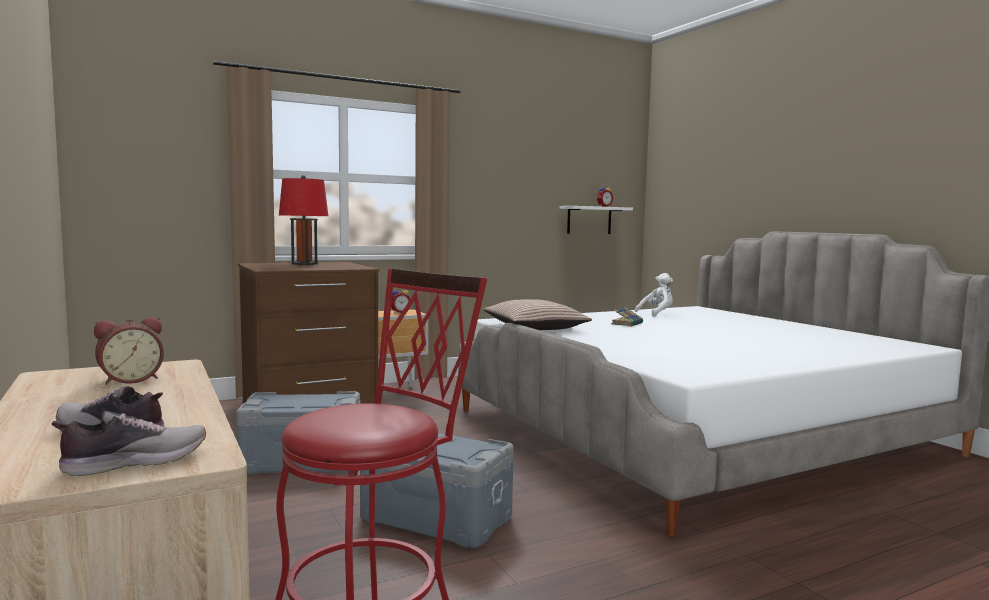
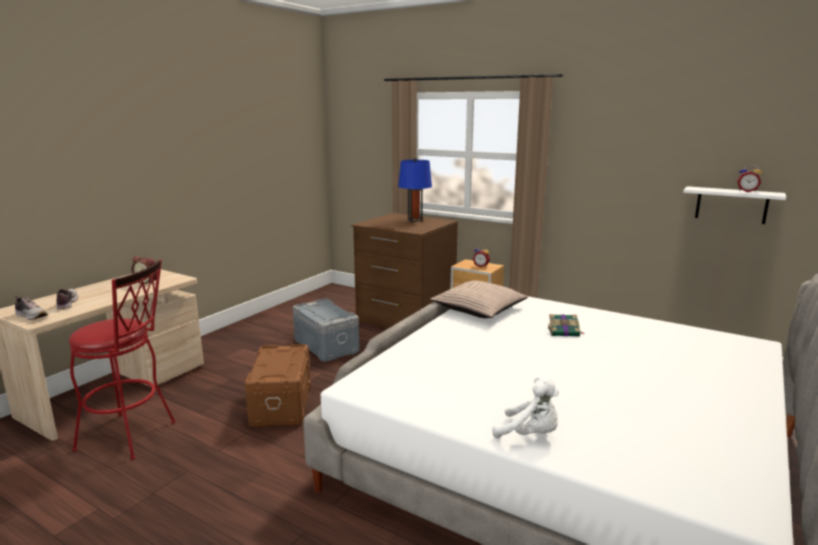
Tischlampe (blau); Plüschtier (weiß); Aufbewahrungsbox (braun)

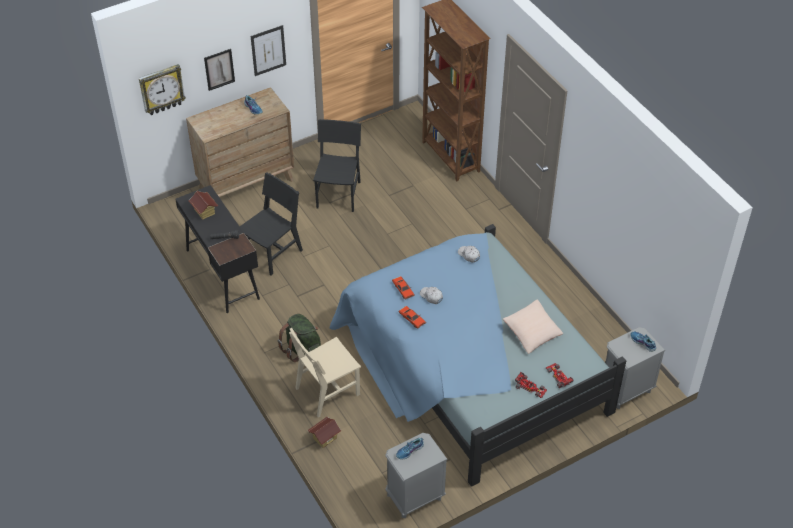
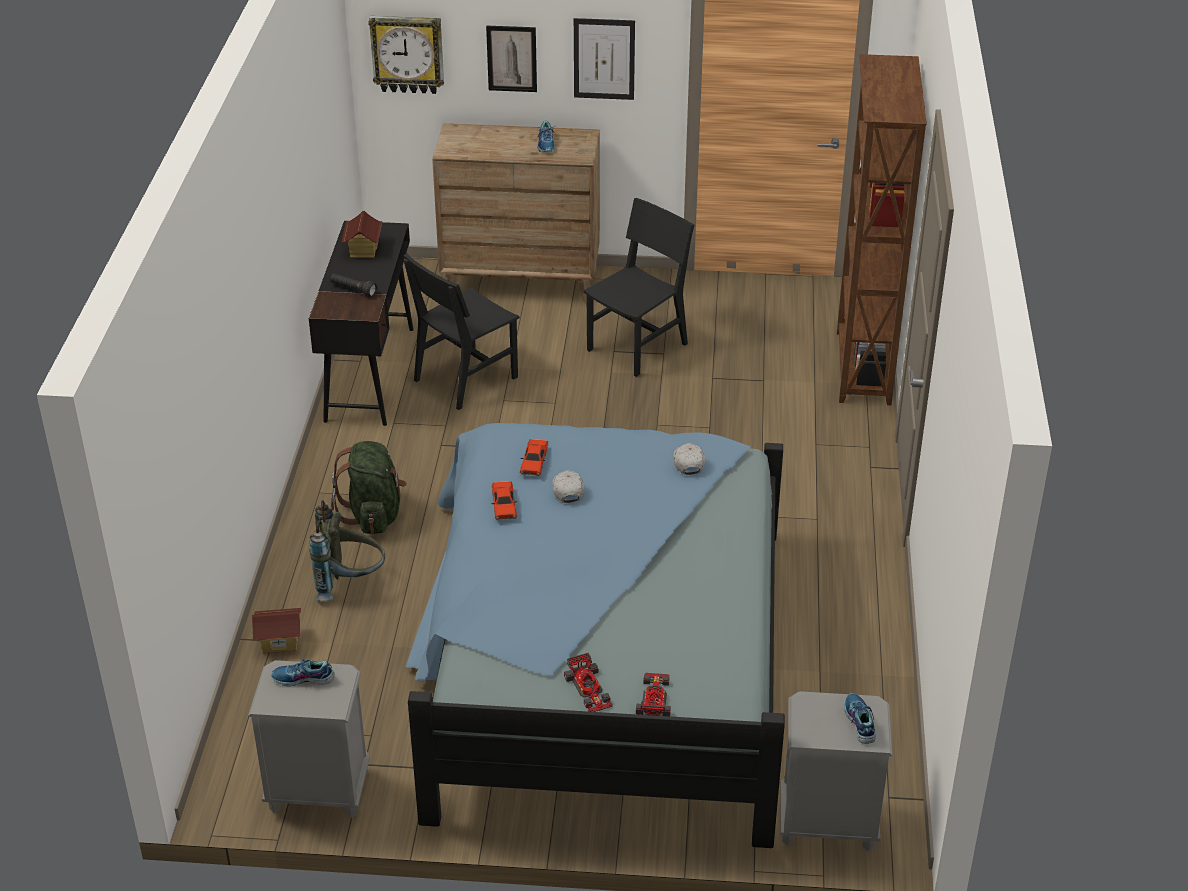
Stuhl (schwarz) (no. 1 from left); Kissen (beige); Rucksack (grau)

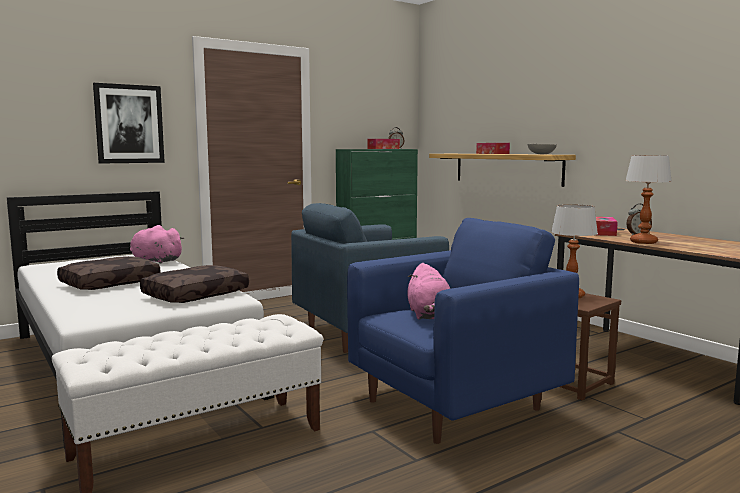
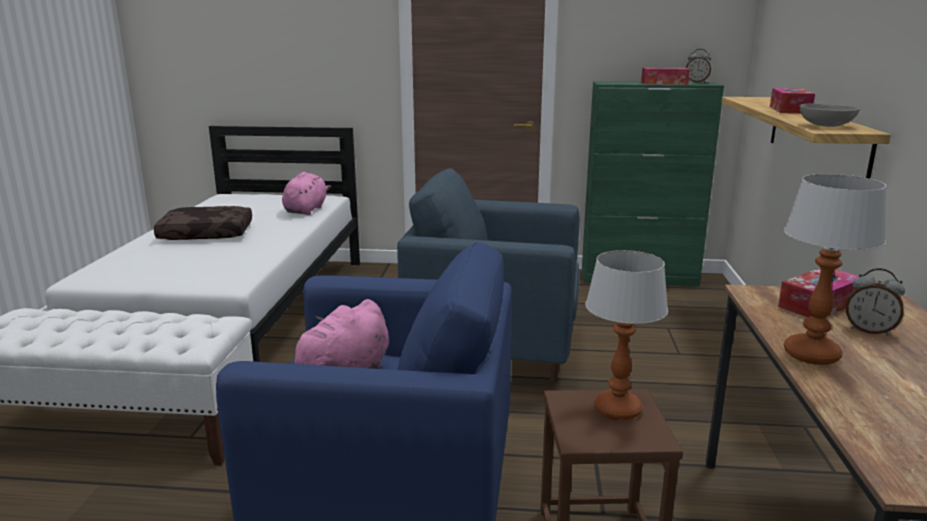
Bild; Plüschtier (rosa) (no. 1 from left); Kissen (braun) (no. 2 from left in the first image)

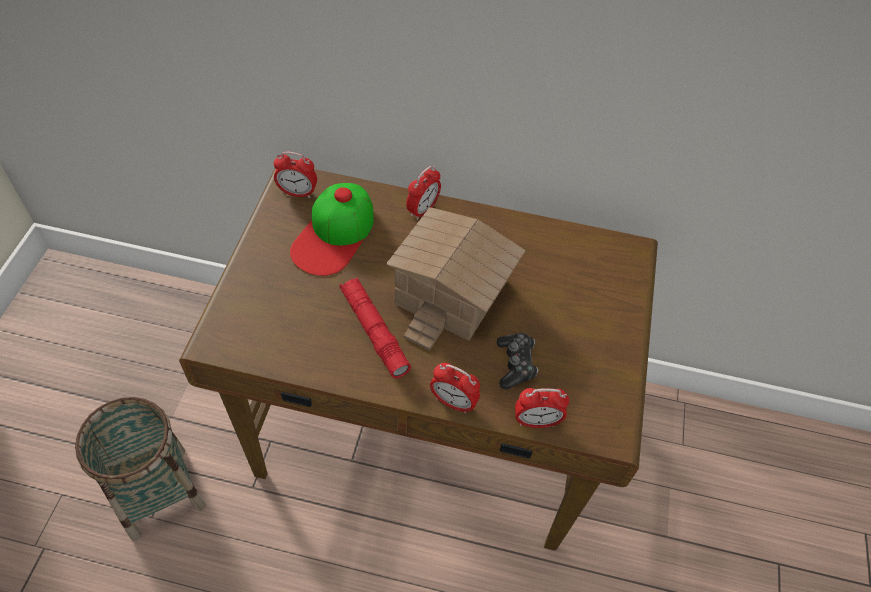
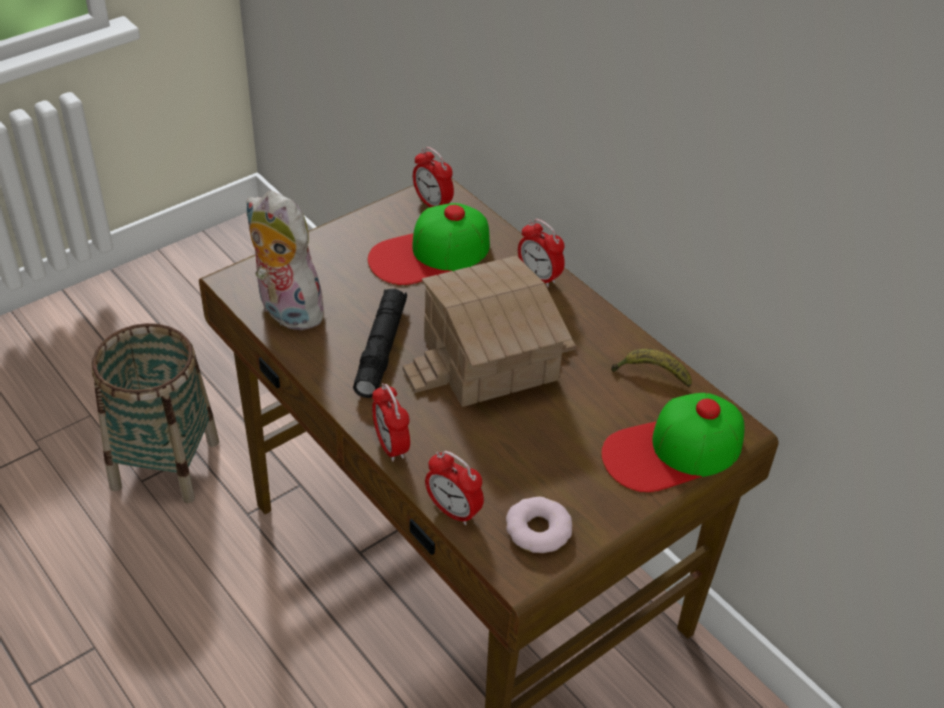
Wecker (no. 4 from left); Taschenlampe (schwarz); Gamepad; Plüschtier; Banane; Kappe (no. 2 from left); Donut

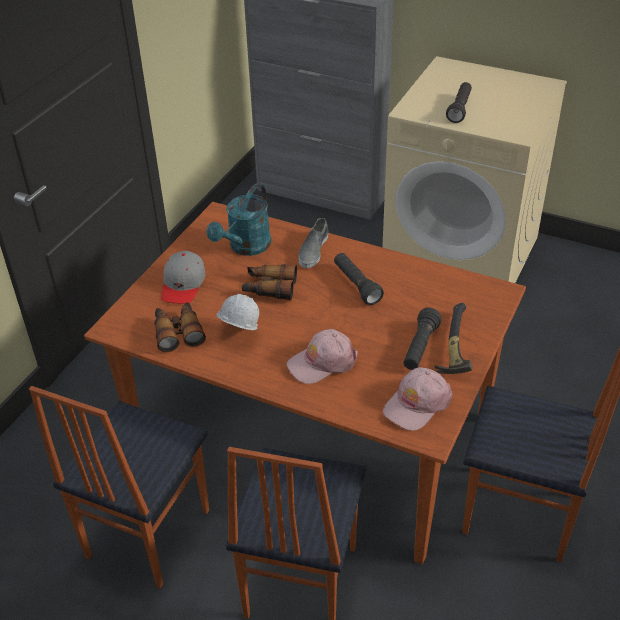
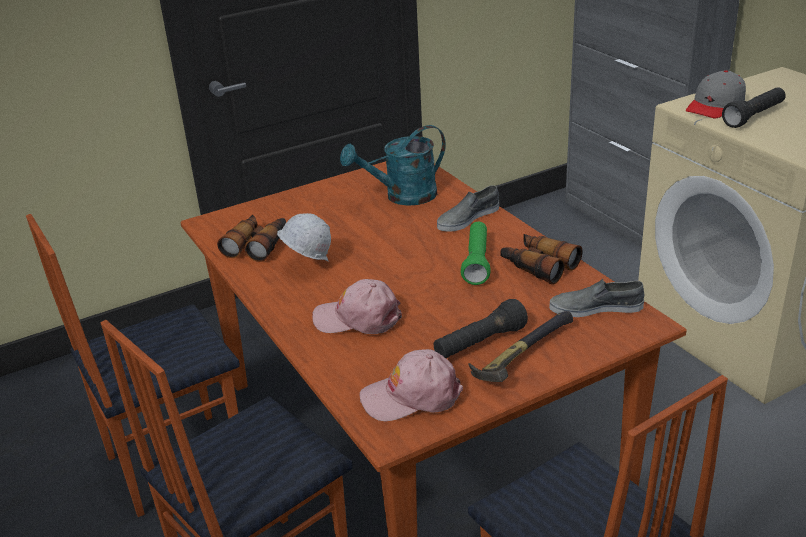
Kappe (grau); Taschenlampe (grün); Fernglas (no. 2 from left); Schuh (grau) (no. 2 from left)

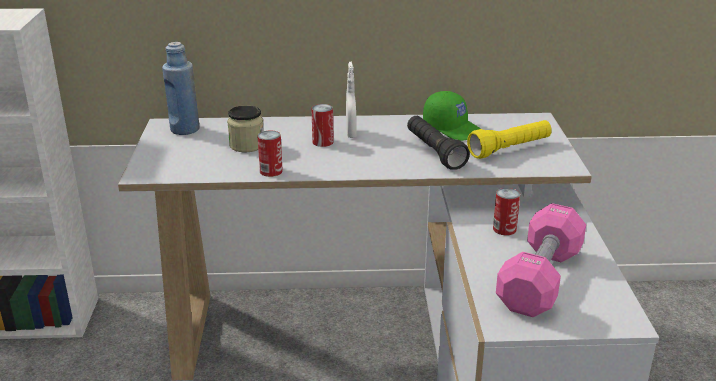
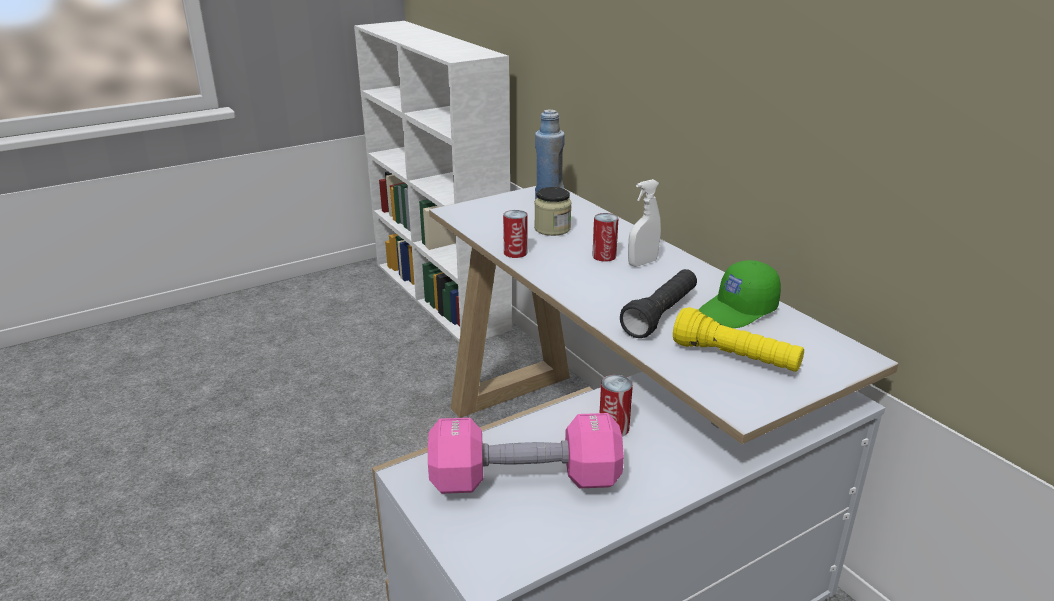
Kappe (grün)

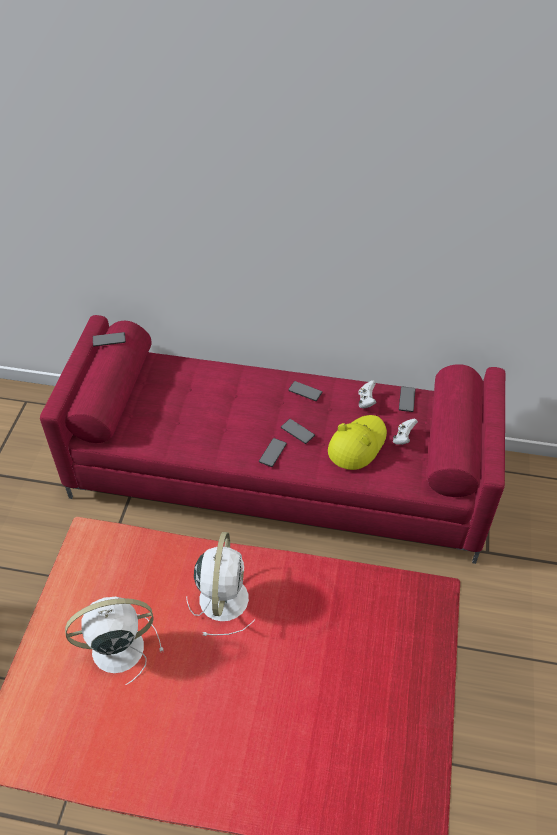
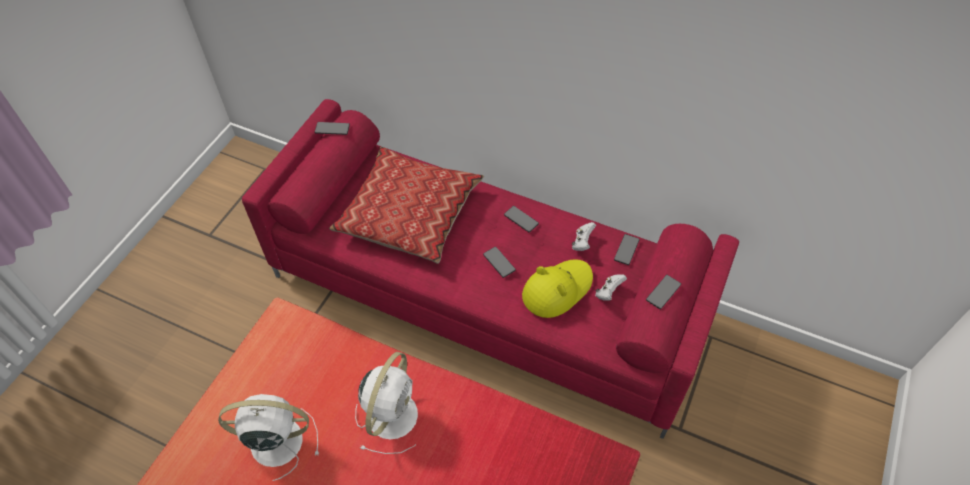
Handy (no. 5 from left); Kissen

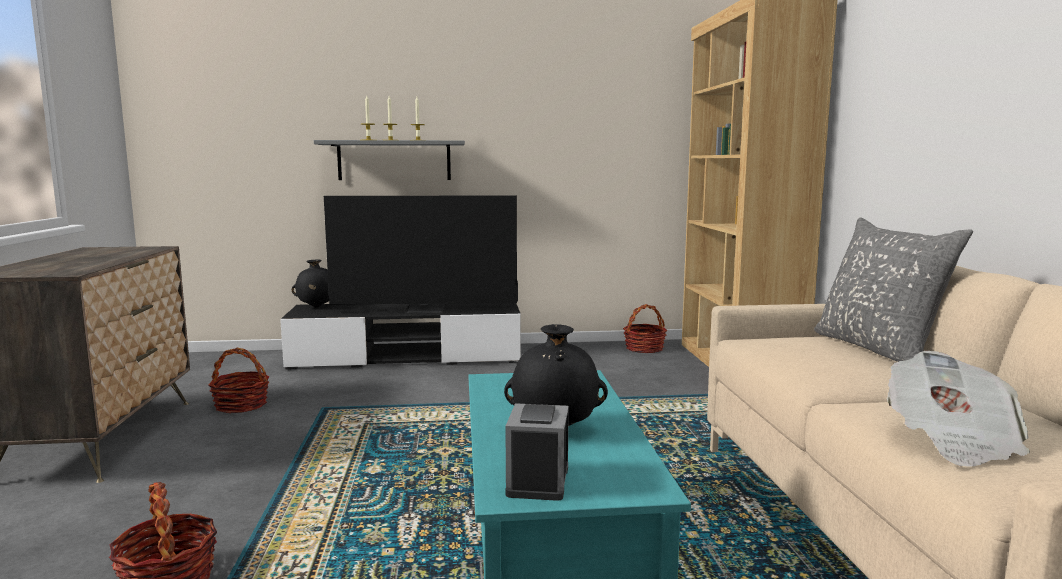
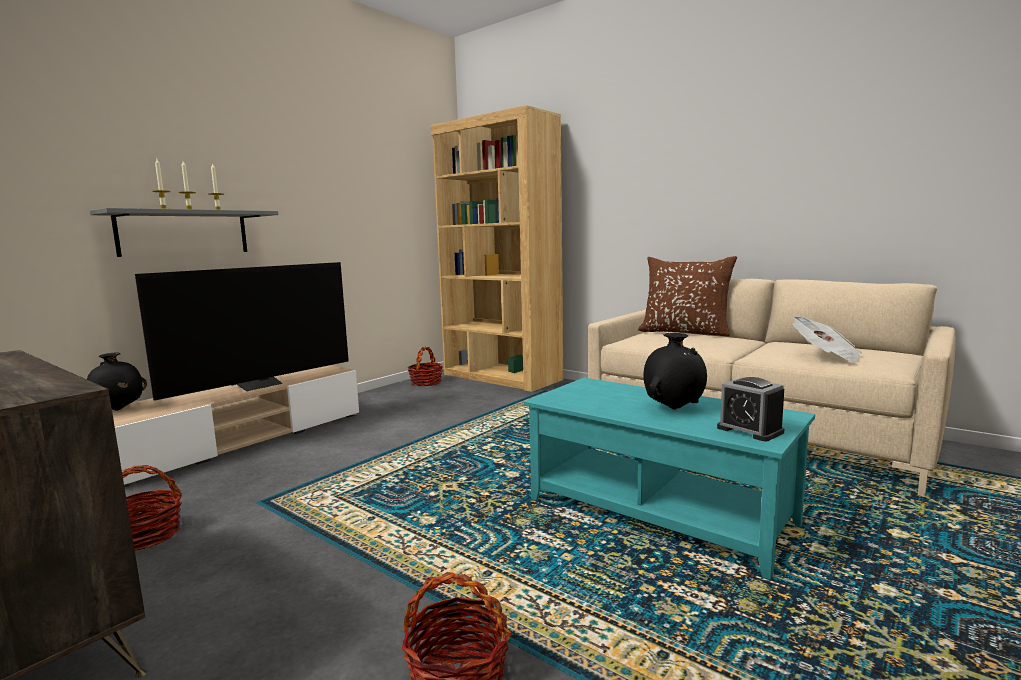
Kissen (braun); Fernsehschrank (beige)

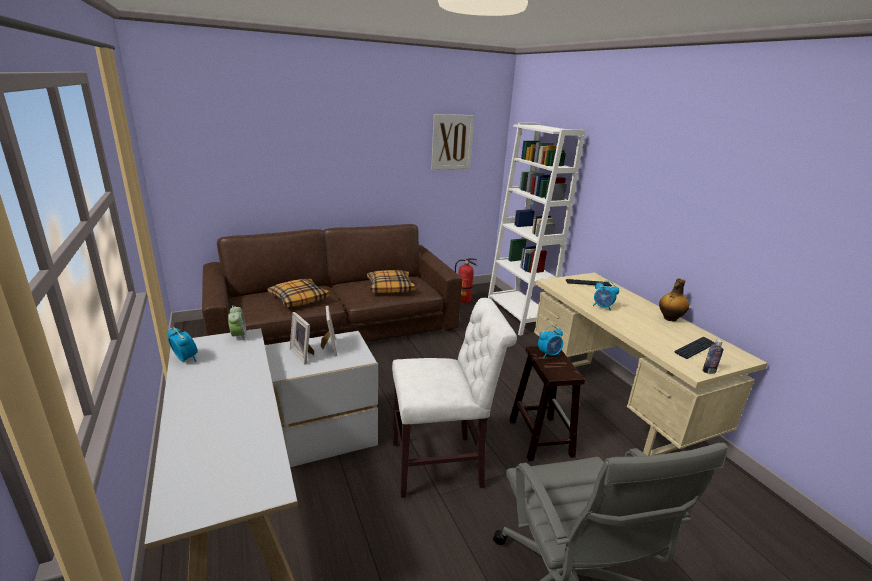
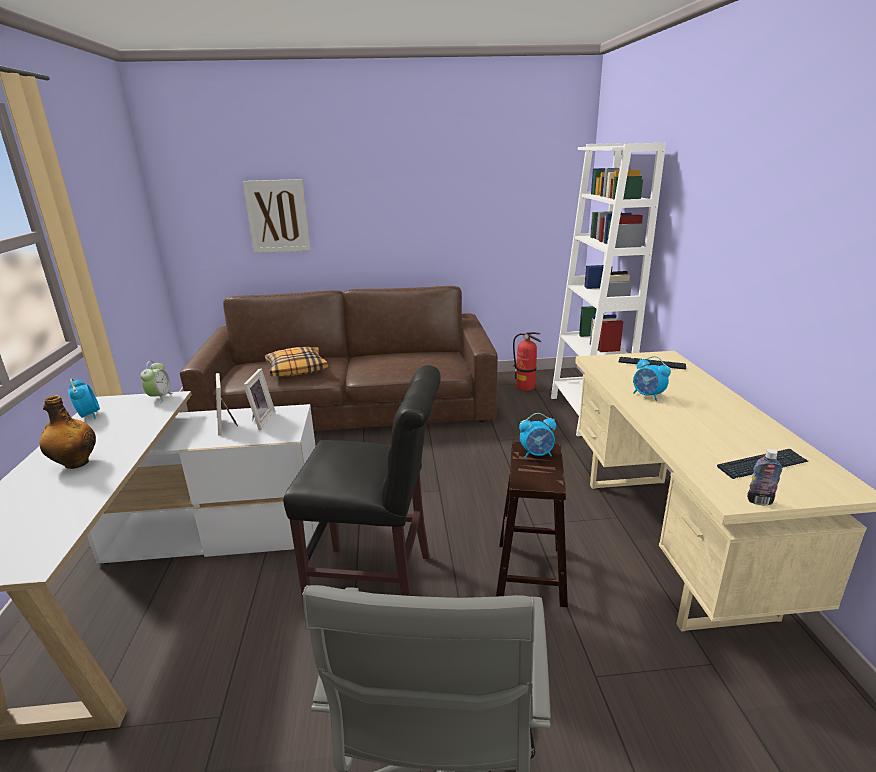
Bild; Kissen (no. 2 from left in the first image); Flasche (no. 1 from left); Stuhl (schwarz)

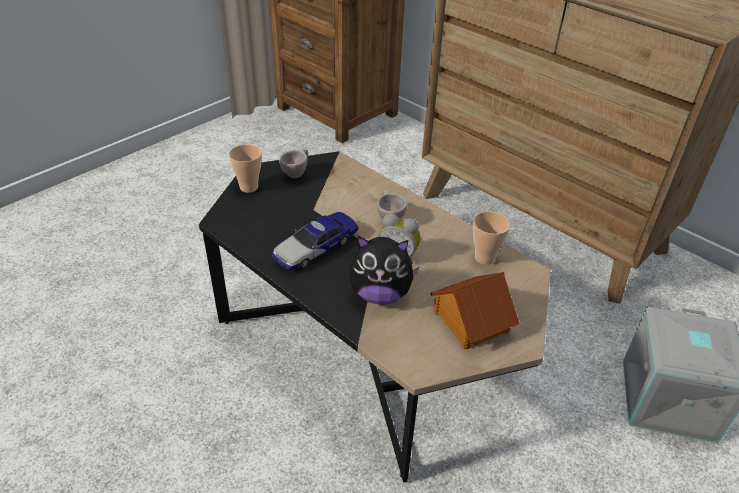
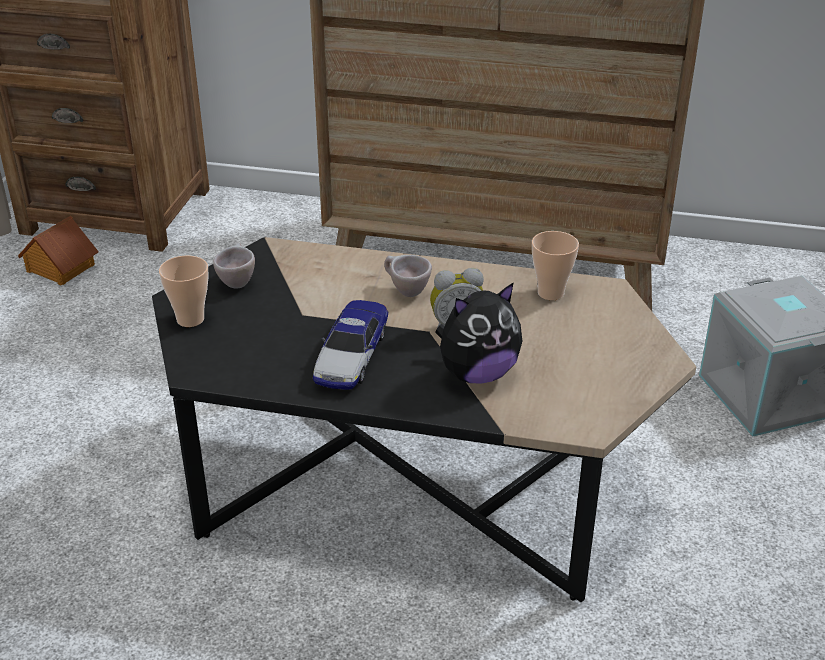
Spielzeughaus

